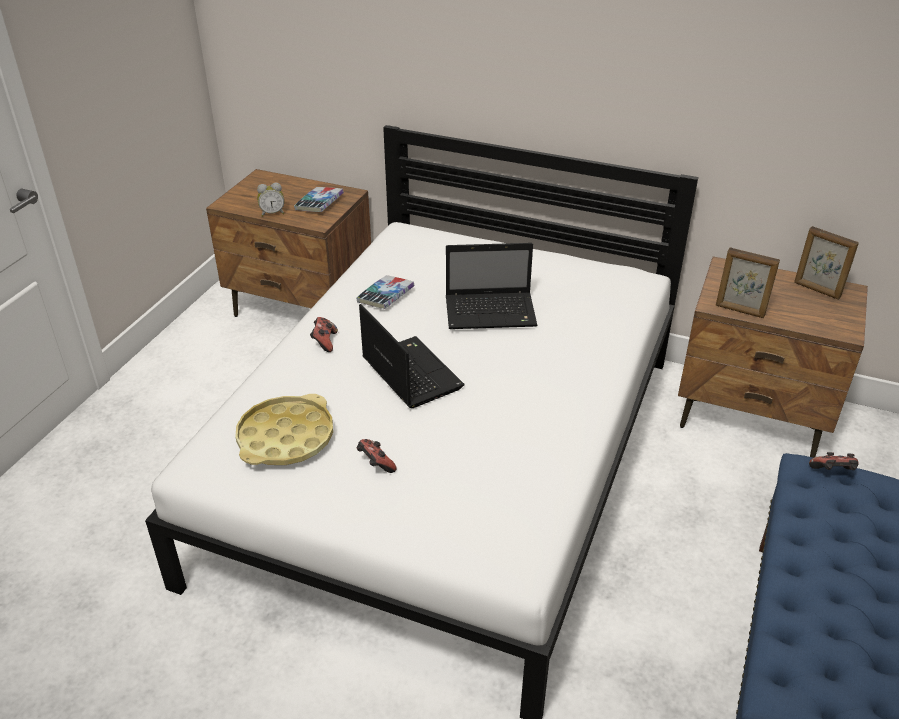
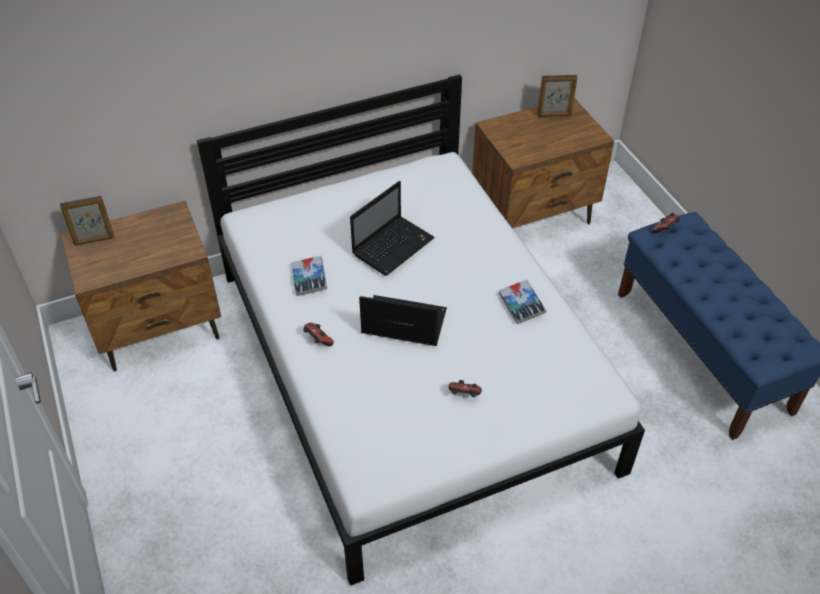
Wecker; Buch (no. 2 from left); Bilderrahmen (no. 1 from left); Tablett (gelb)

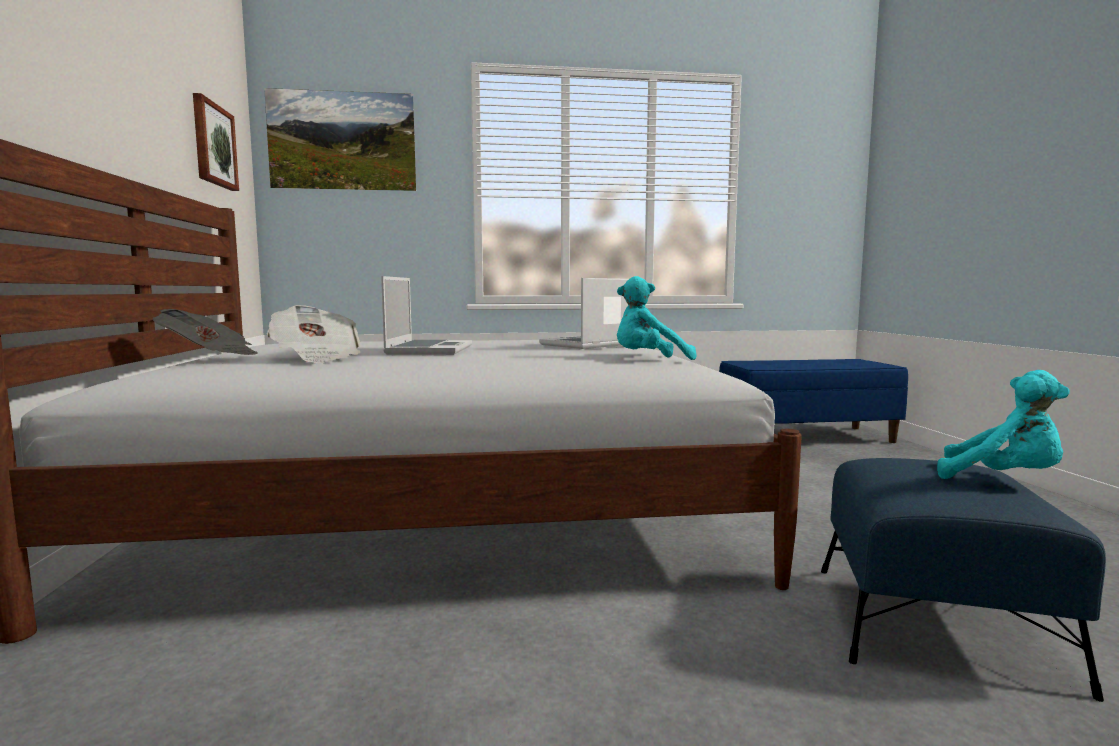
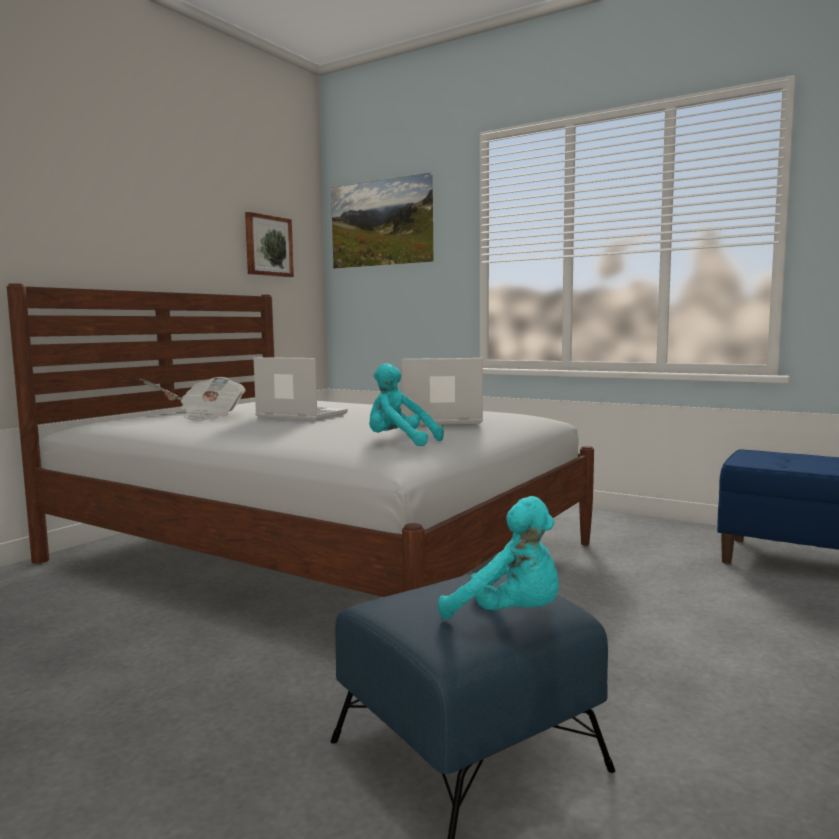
Laptop (no. 1 from left); Plüschtier (türkis) (no. 2 from left)

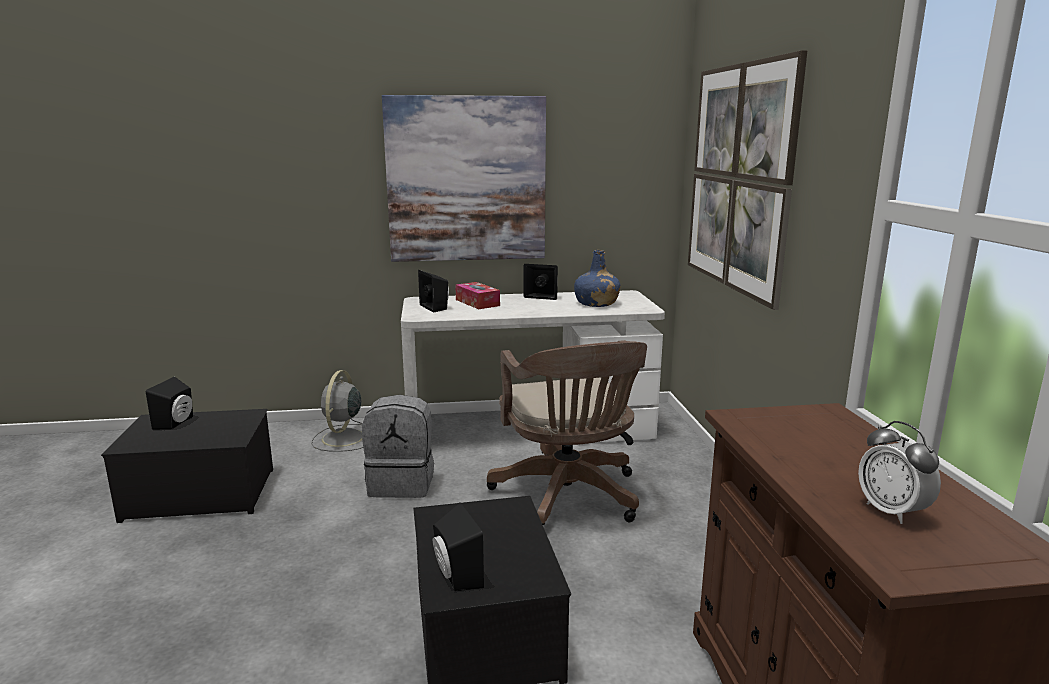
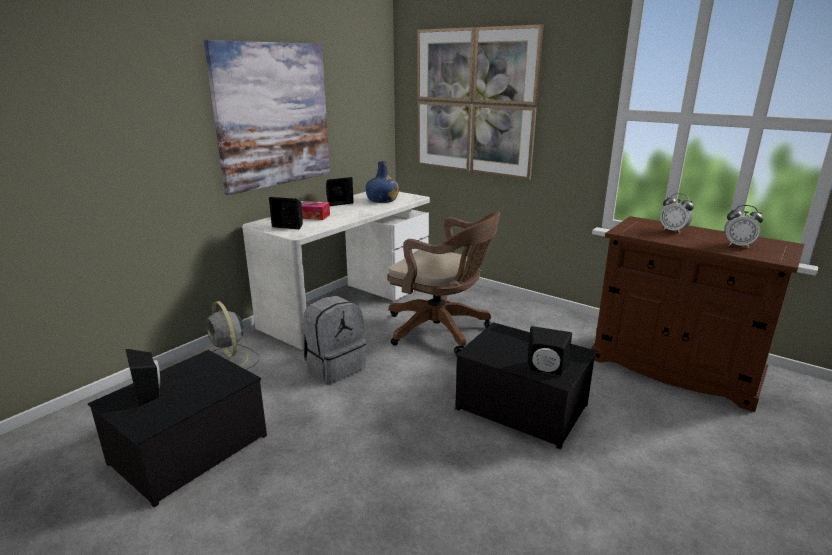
Wecker (no. 1 from left)

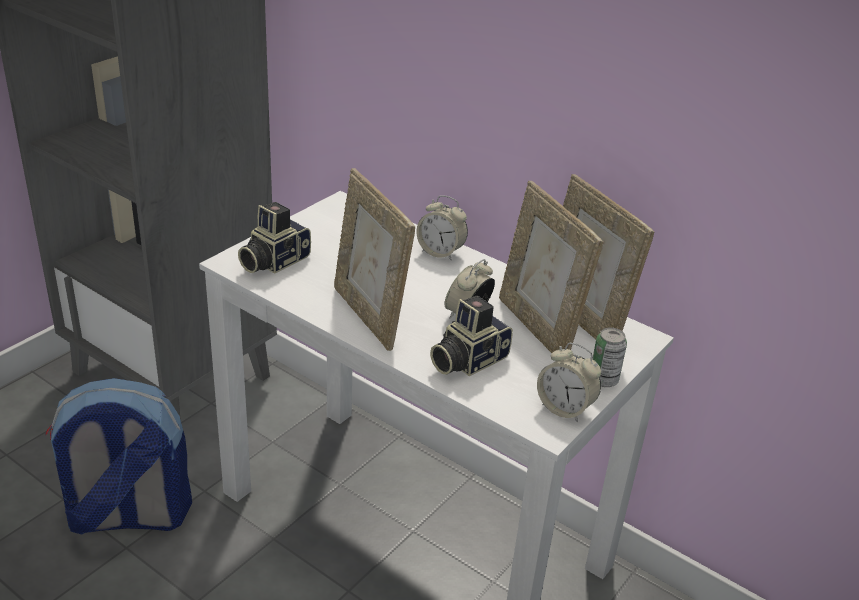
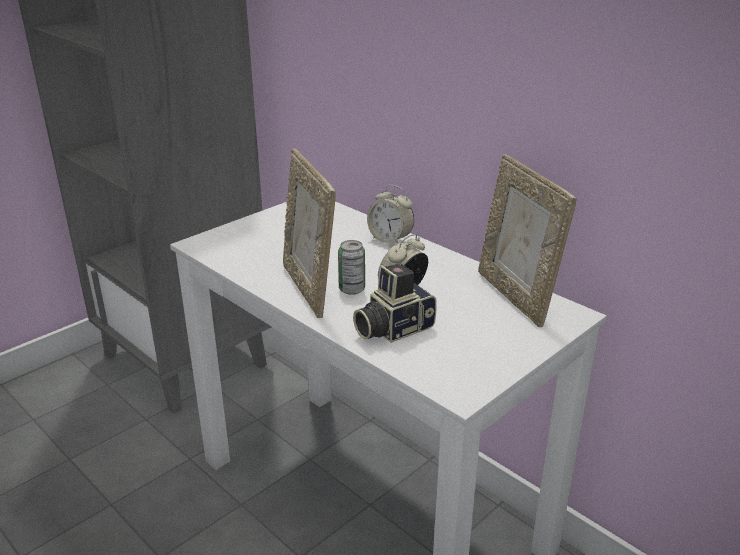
Bilderrahmen (no. 2 from left in the first image); Kamera (no. 1 from left in the first image); Dose; Wecker (no. 3 from left in the first image); Rucksack

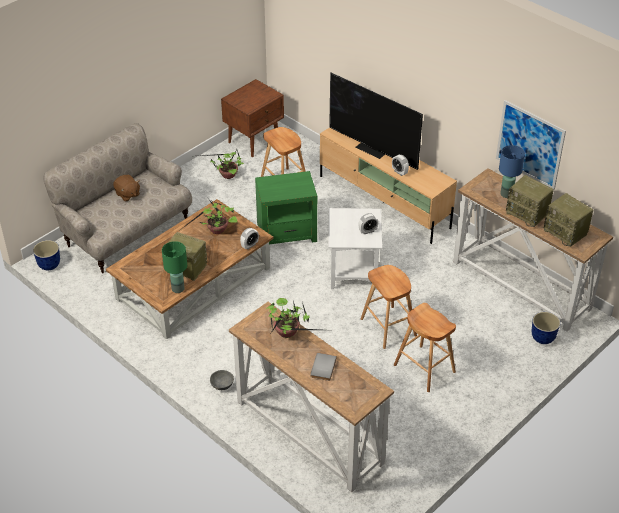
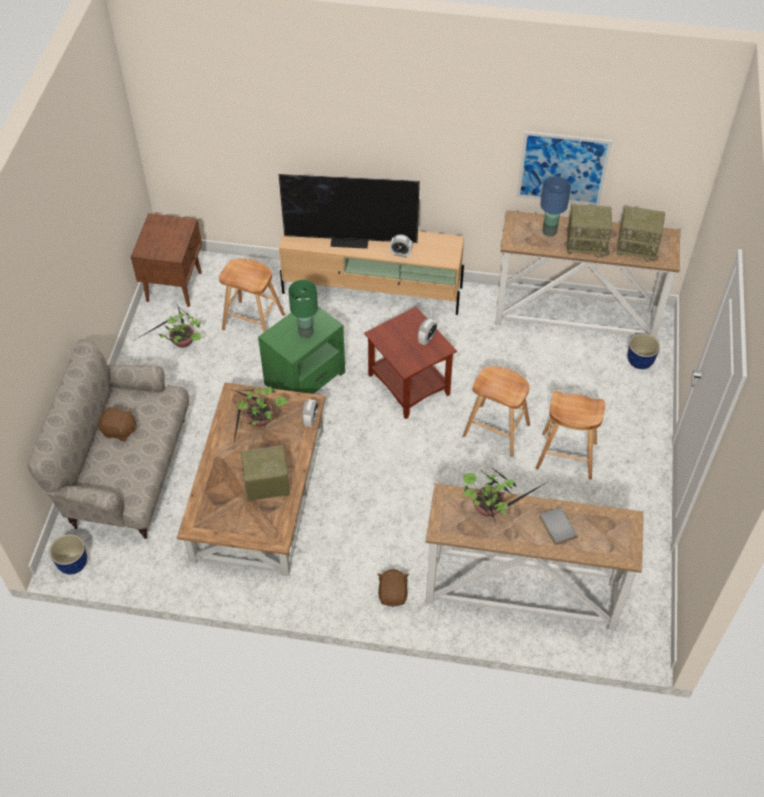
Beistelltisch (braun); Tischlampe (grün); Plüschtier (braun) (no. 2 from left)

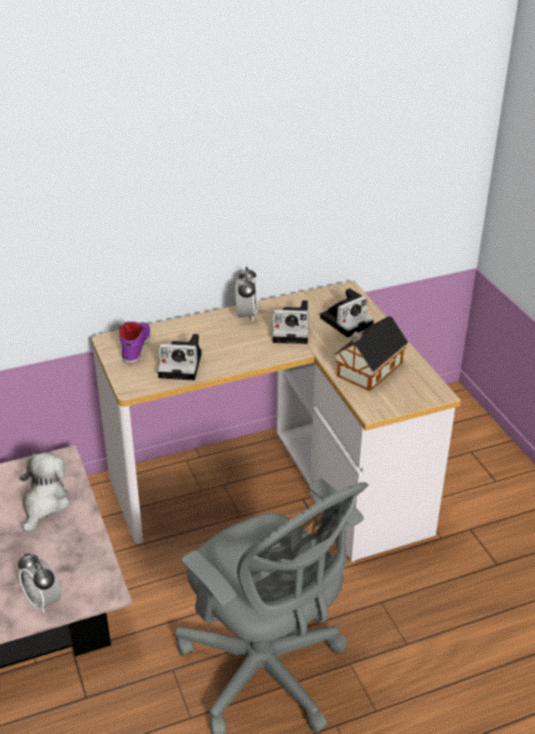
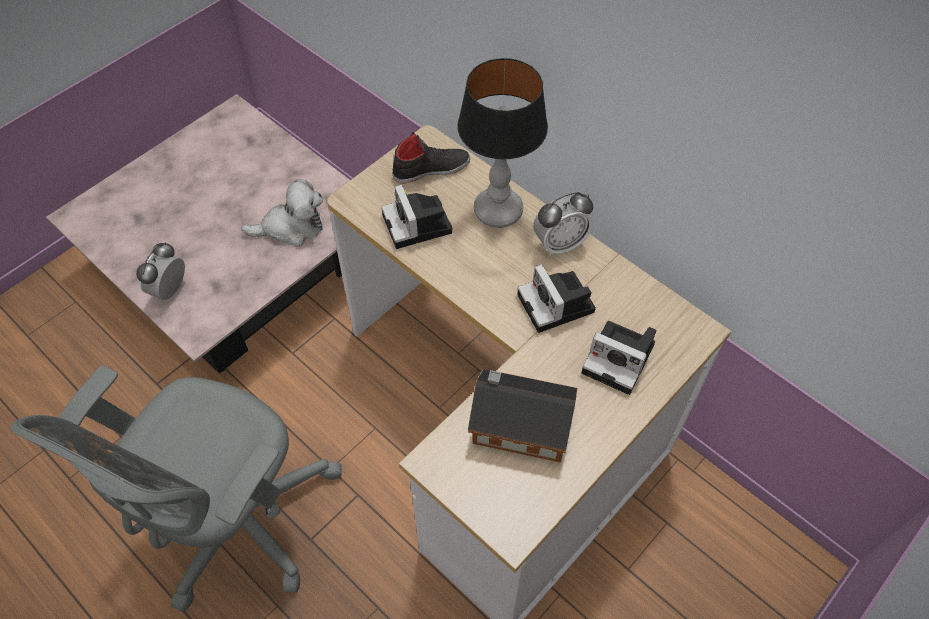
Schuh (schwarz); Tischlampe

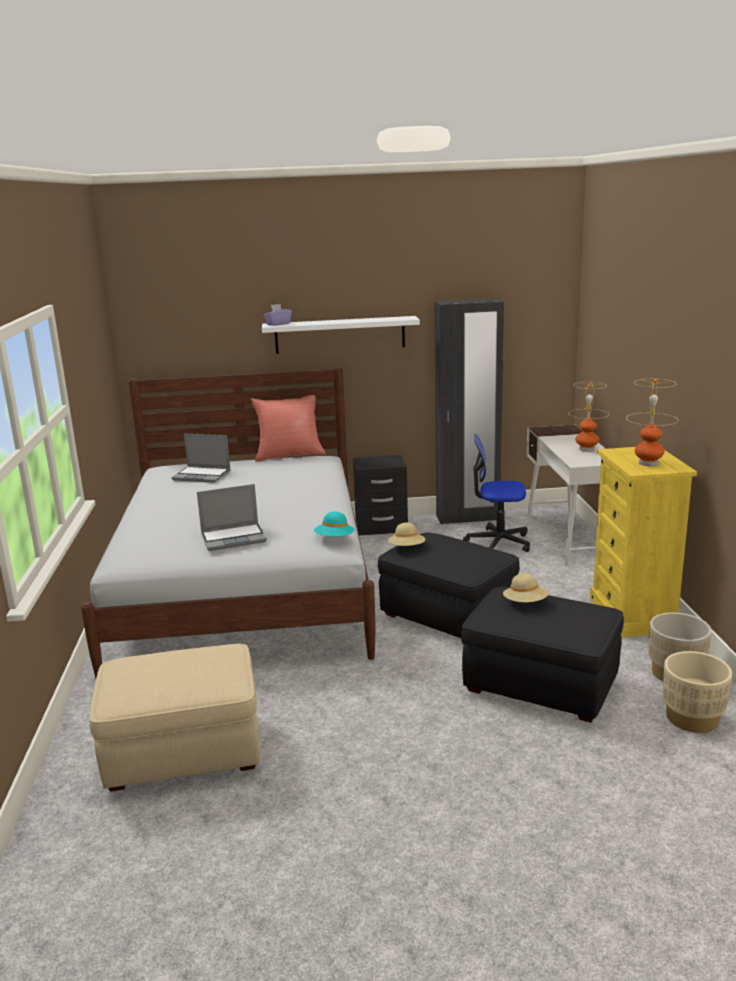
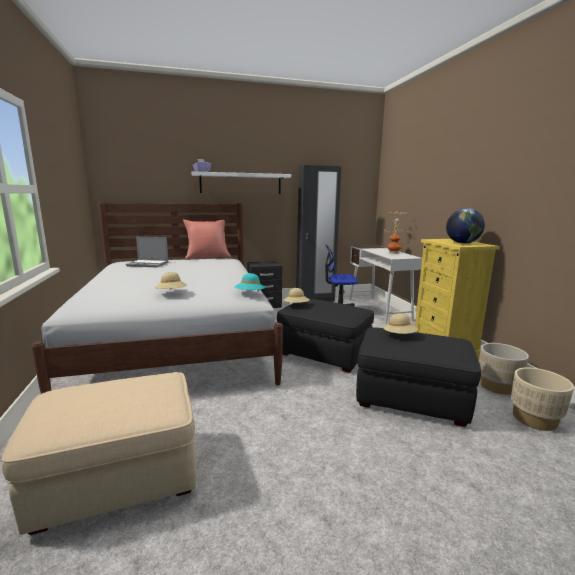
Globus; Hut (beige) (no. 1 from left)

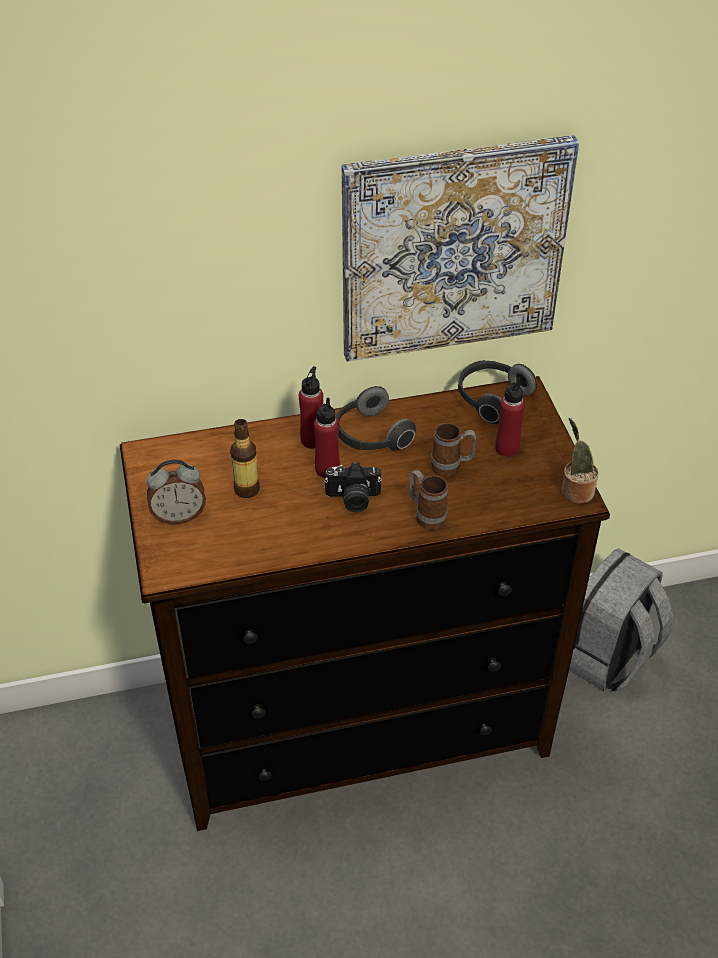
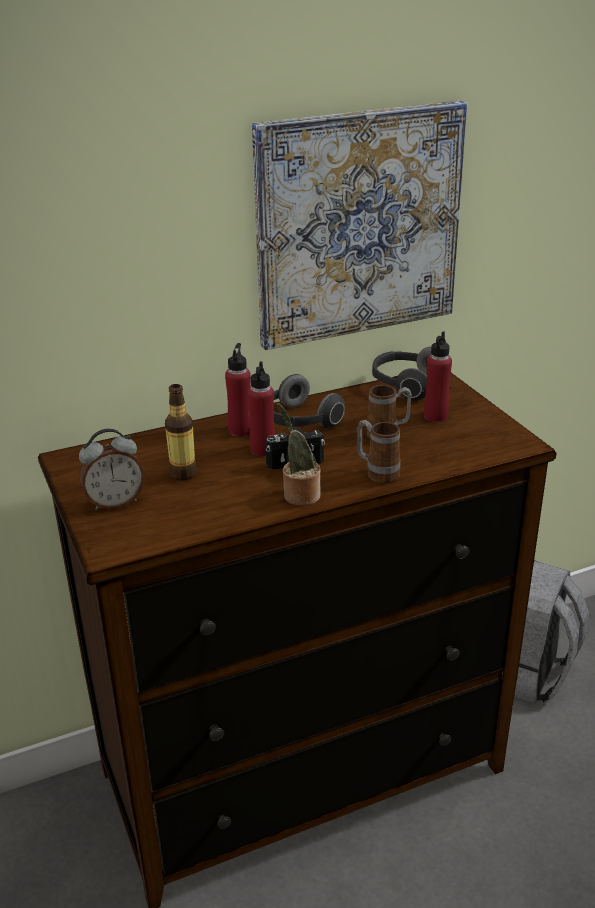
Topfpflanze

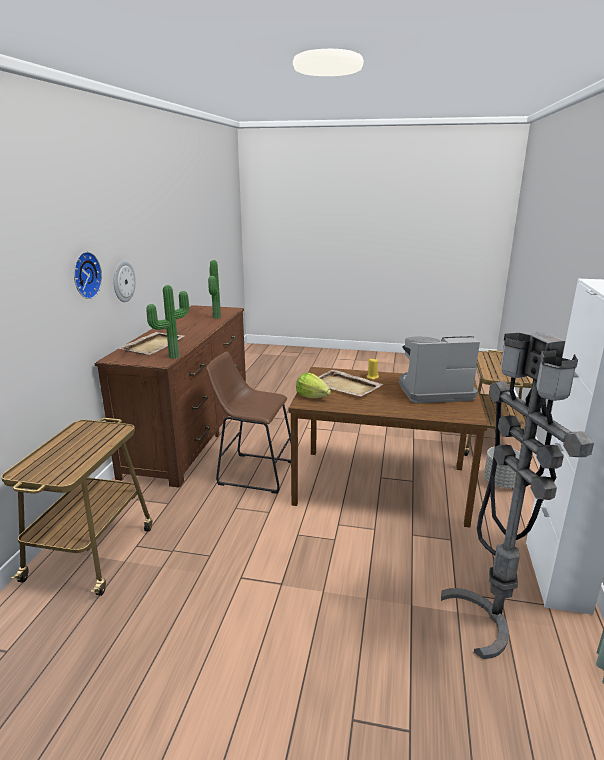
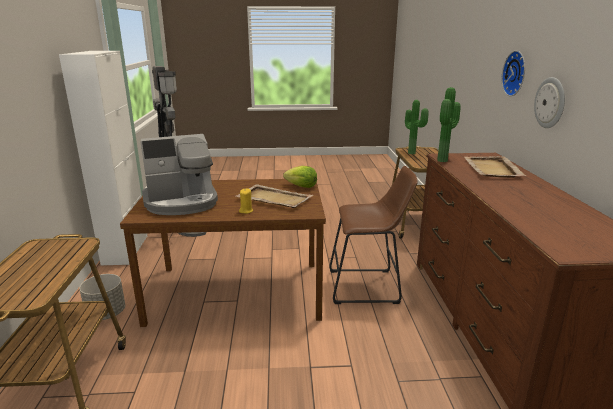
Topfpflanze (no. 1 from left)

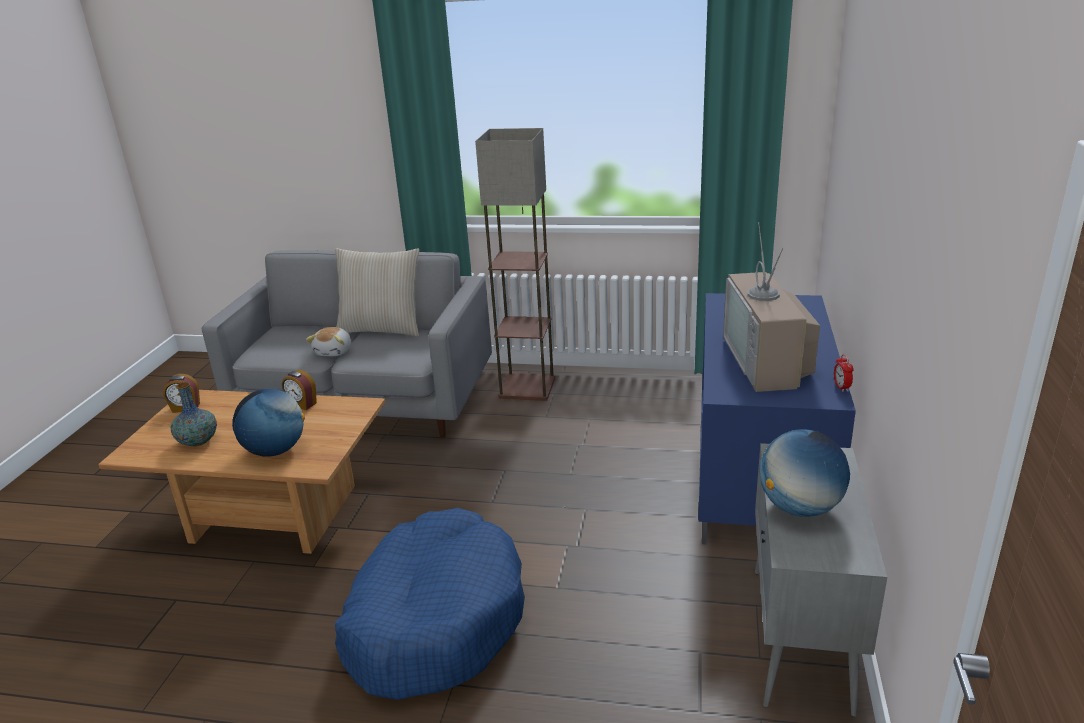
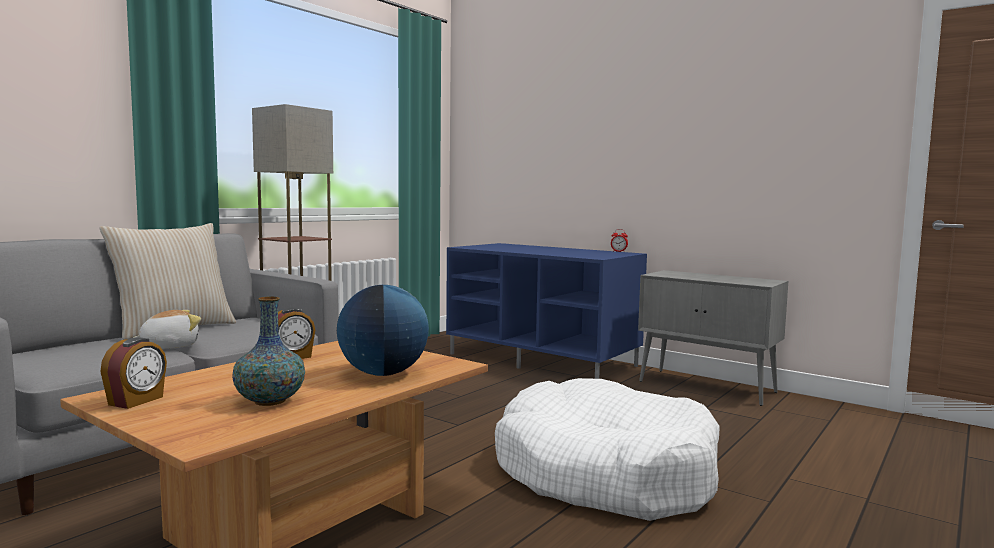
Fernseher; Plüschtier; Globus (no. 2 from left in the first image); Hundebett (weiß)

